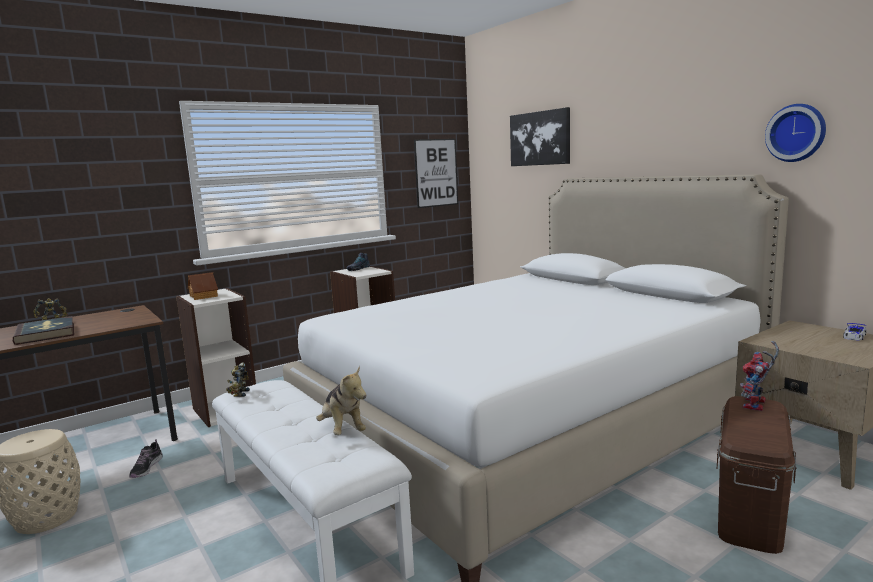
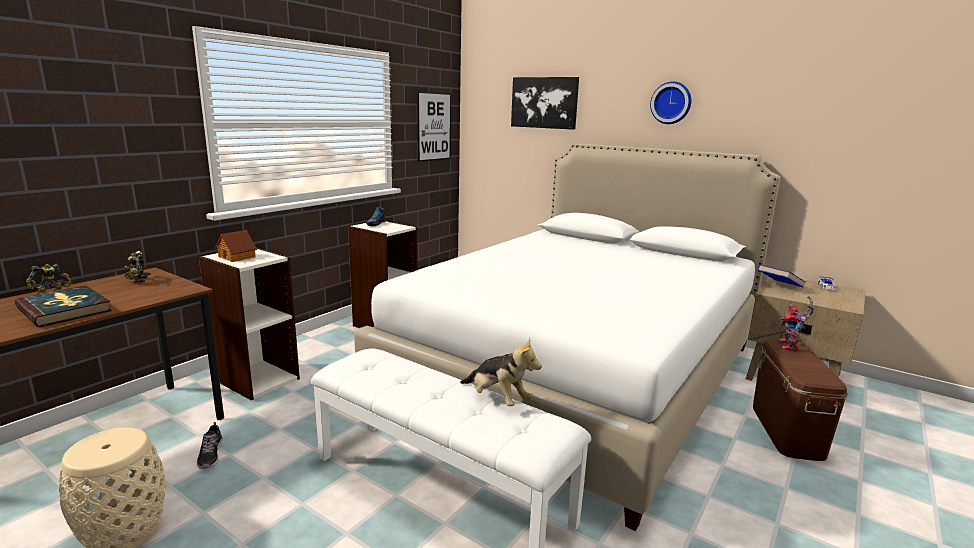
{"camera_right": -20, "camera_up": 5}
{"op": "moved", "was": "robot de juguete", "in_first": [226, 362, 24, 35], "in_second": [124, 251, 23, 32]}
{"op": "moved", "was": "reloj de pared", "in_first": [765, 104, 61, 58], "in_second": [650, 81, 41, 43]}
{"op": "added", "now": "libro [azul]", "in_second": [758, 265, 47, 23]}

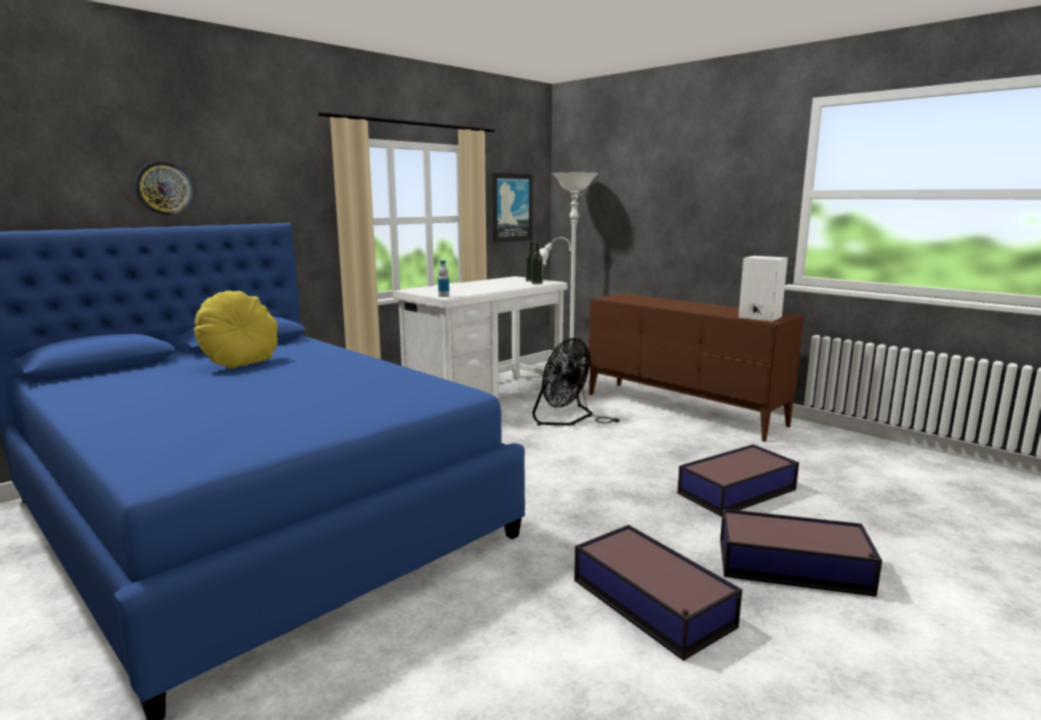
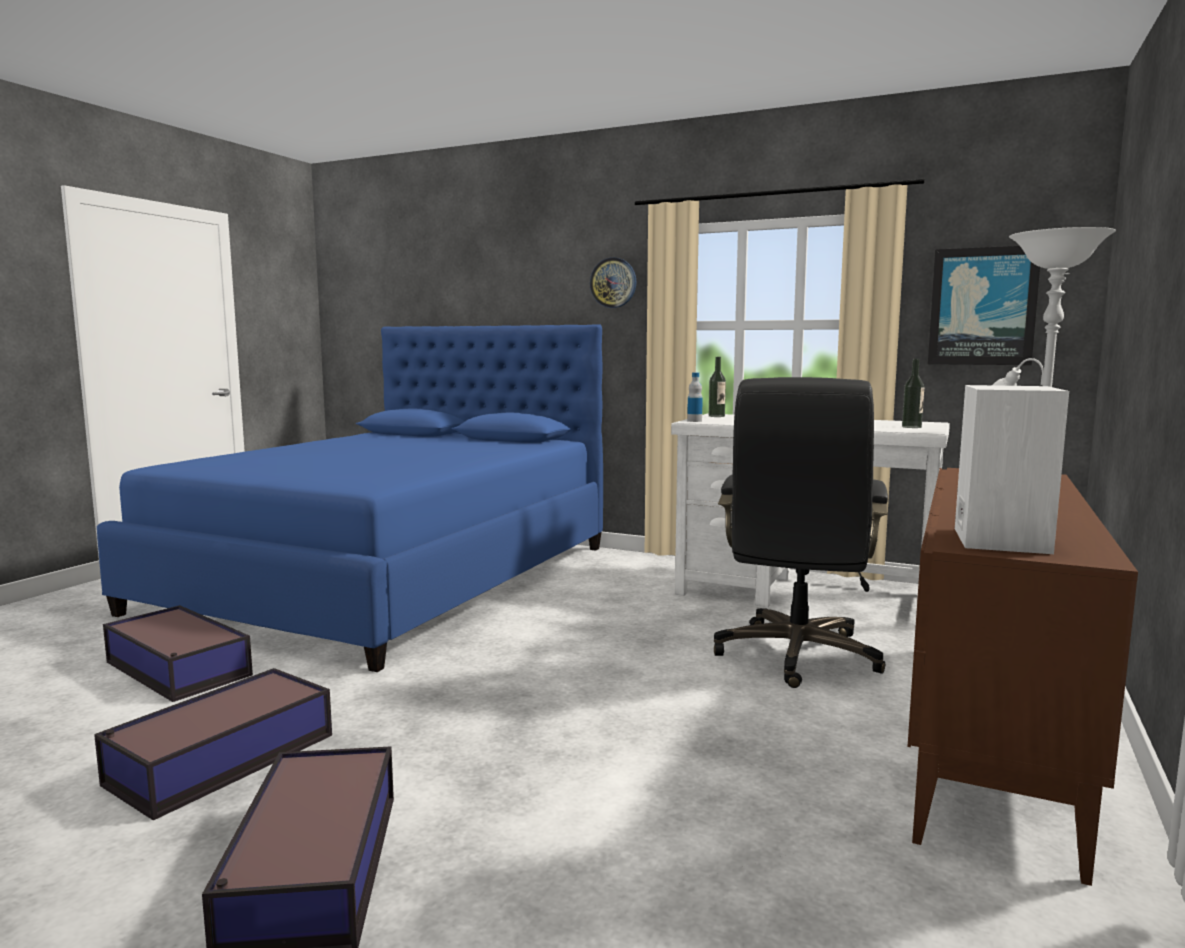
{"camera_right": 70, "camera_up": -5}
{"op": "moved", "was": "caja de almacenaje", "in_first": [677, 444, 122, 73], "in_second": [103, 605, 150, 97]}
{"op": "moved", "was": "reloj de pared", "in_first": [135, 162, 58, 53], "in_second": [590, 257, 46, 51]}
{"op": "moved", "was": "botella", "in_first": [532, 243, 11, 42], "in_second": [709, 357, 17, 60]}
{"op": "replaced", "was": "ventilador [negro]", "now": "silla de oficina [negro]", "in_first": [533, 338, 86, 88], "in_second": [714, 377, 174, 311]}
{"op": "removed", "was": "cojín [amarillo]", "in_first": [194, 291, 84, 78]}

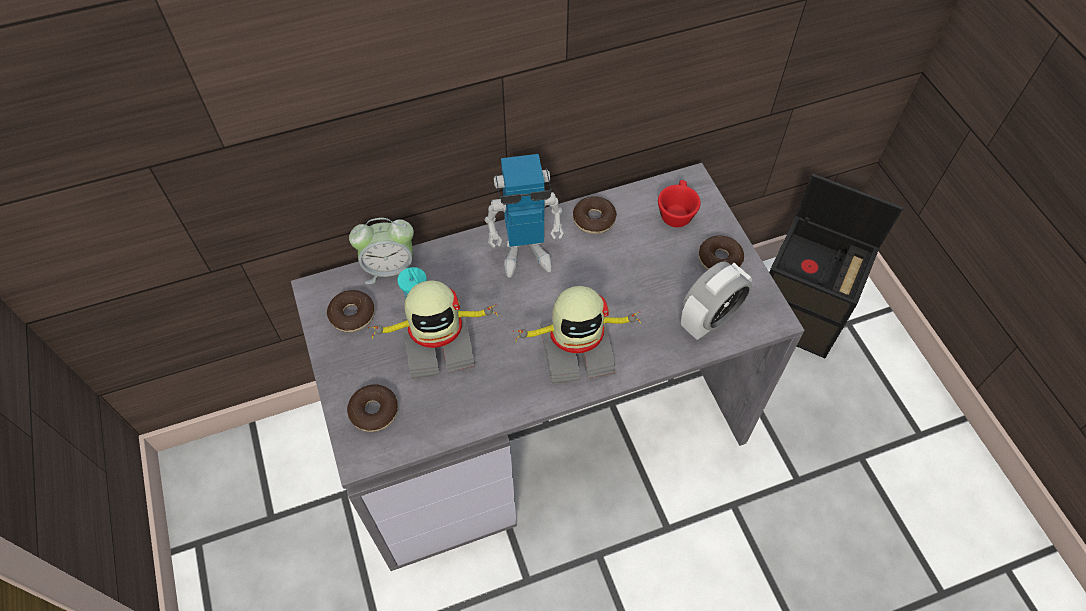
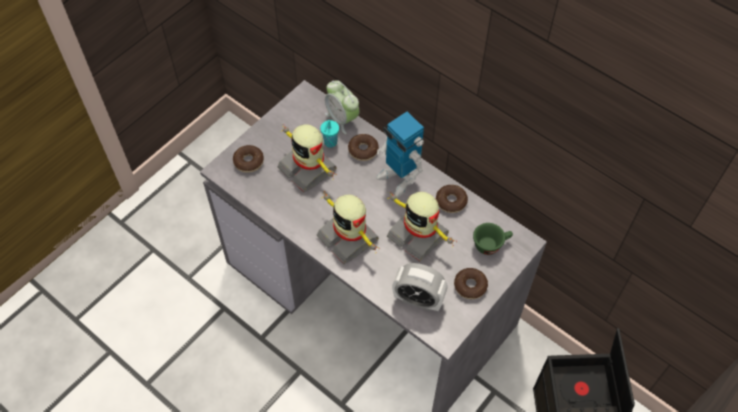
{"camera_right": 60, "camera_up": 0}
{"op": "moved", "was": "rosquilla", "in_first": [327, 290, 48, 43], "in_second": [348, 134, 31, 27]}
{"op": "added", "now": "robot de juguete", "in_second": [387, 191, 70, 71]}
{"op": "recoloured", "was": "taza [rojo]", "now": "taza [verde]", "in_first": [658, 180, 43, 47], "in_second": [473, 223, 40, 32]}

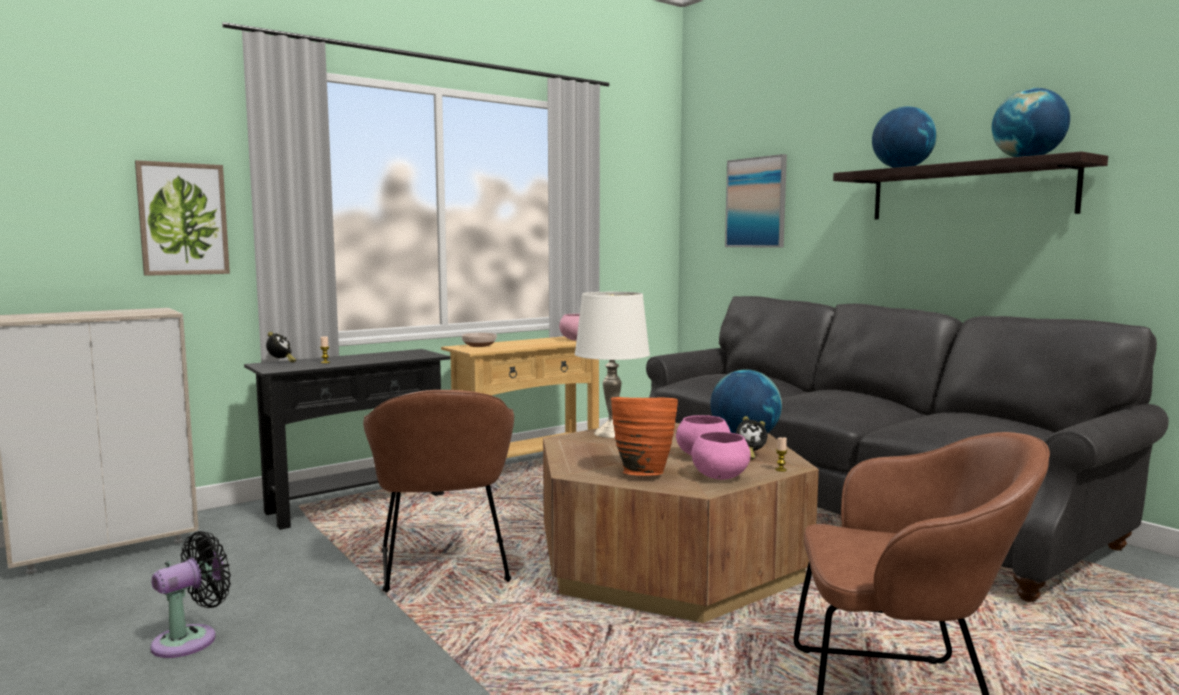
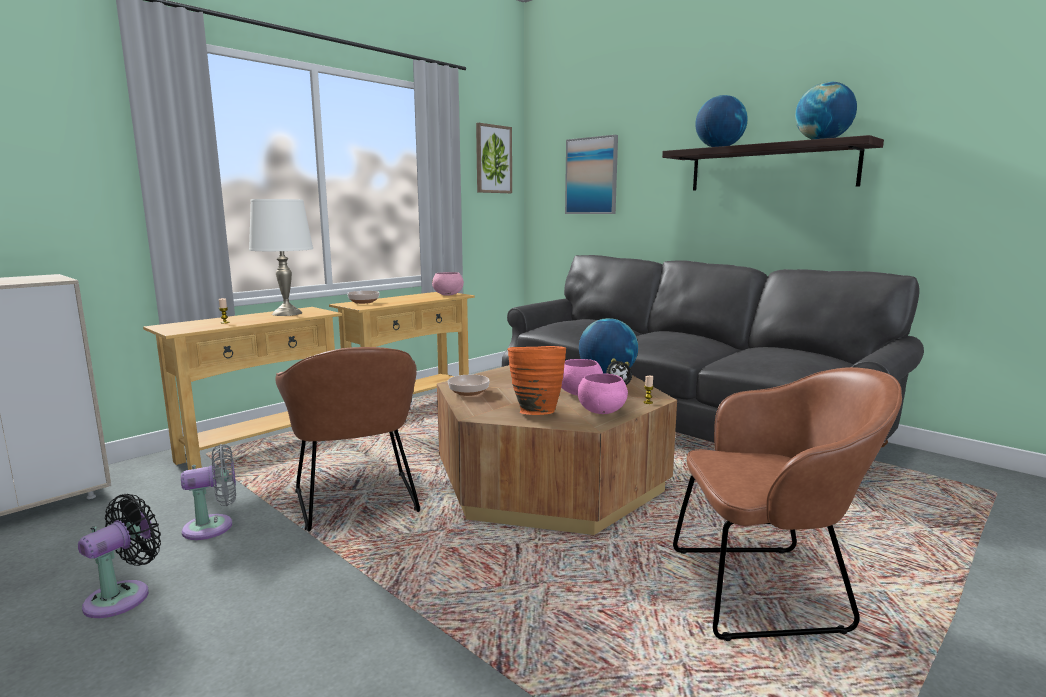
{"camera_right": -10, "camera_up": 5}
{"op": "recoloured", "was": "mesa consola [negro]", "now": "mesa consola [beis]", "in_first": [244, 349, 207, 181], "in_second": [143, 307, 199, 163]}
{"op": "added", "now": "ventilador [gris]", "in_second": [181, 444, 55, 96]}
{"op": "moved", "was": "lámpara de mesa [blanco]", "in_first": [575, 292, 75, 146], "in_second": [249, 199, 64, 117]}
{"op": "added", "now": "cuenco", "in_second": [448, 375, 42, 21]}
{"op": "moved", "was": "cuadro", "in_first": [135, 160, 95, 116], "in_second": [476, 123, 36, 70]}
{"op": "removed", "was": "despertador", "in_first": [266, 332, 30, 31]}

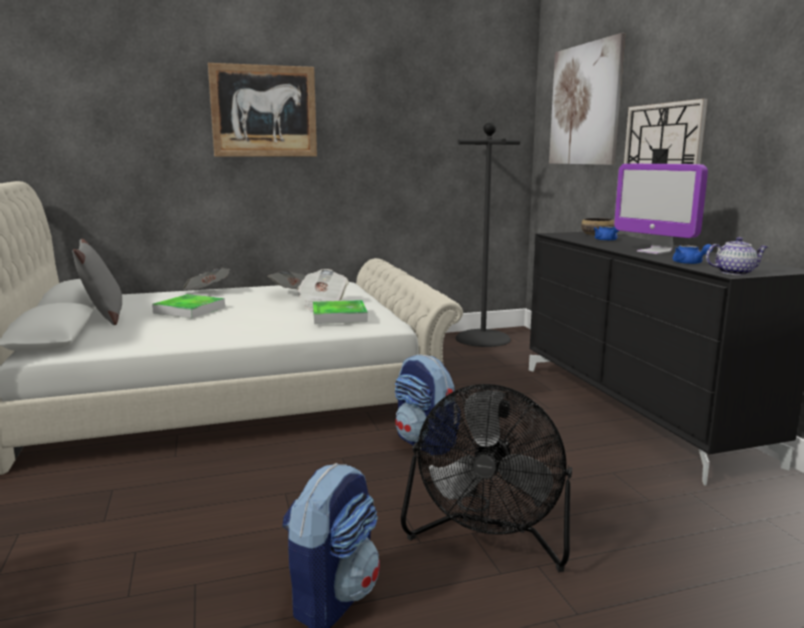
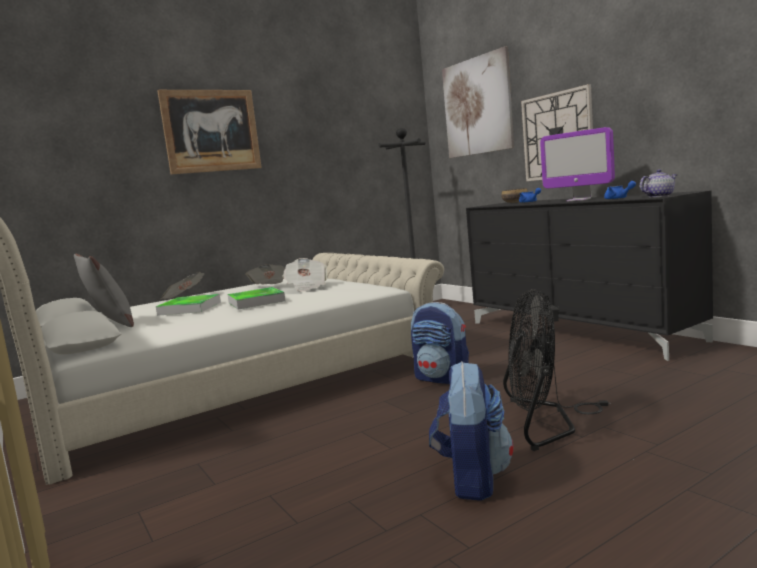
{"camera_right": -15, "camera_up": -5}
{"op": "moved", "was": "bandeja", "in_first": [313, 300, 55, 24], "in_second": [227, 287, 58, 23]}
{"op": "turned", "was": "ventilador [negro]", "in_first": [401, 384, 171, 188], "in_second": [503, 289, 108, 162], "clockwise": 90}

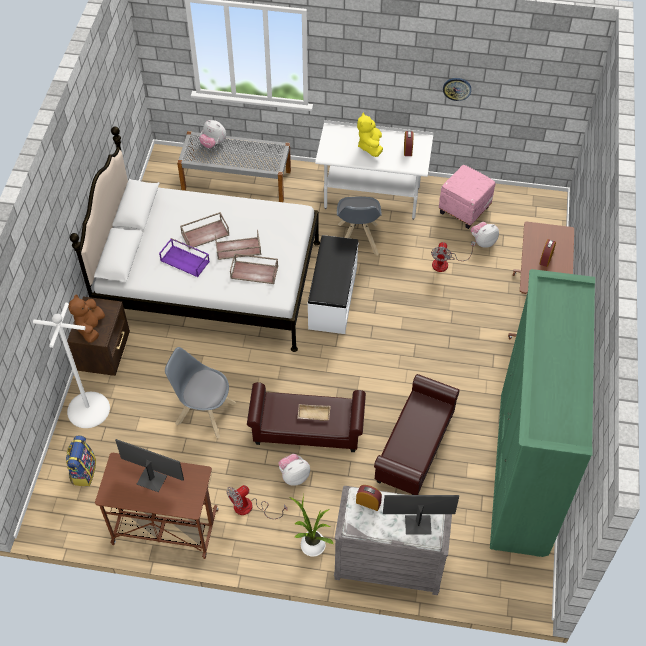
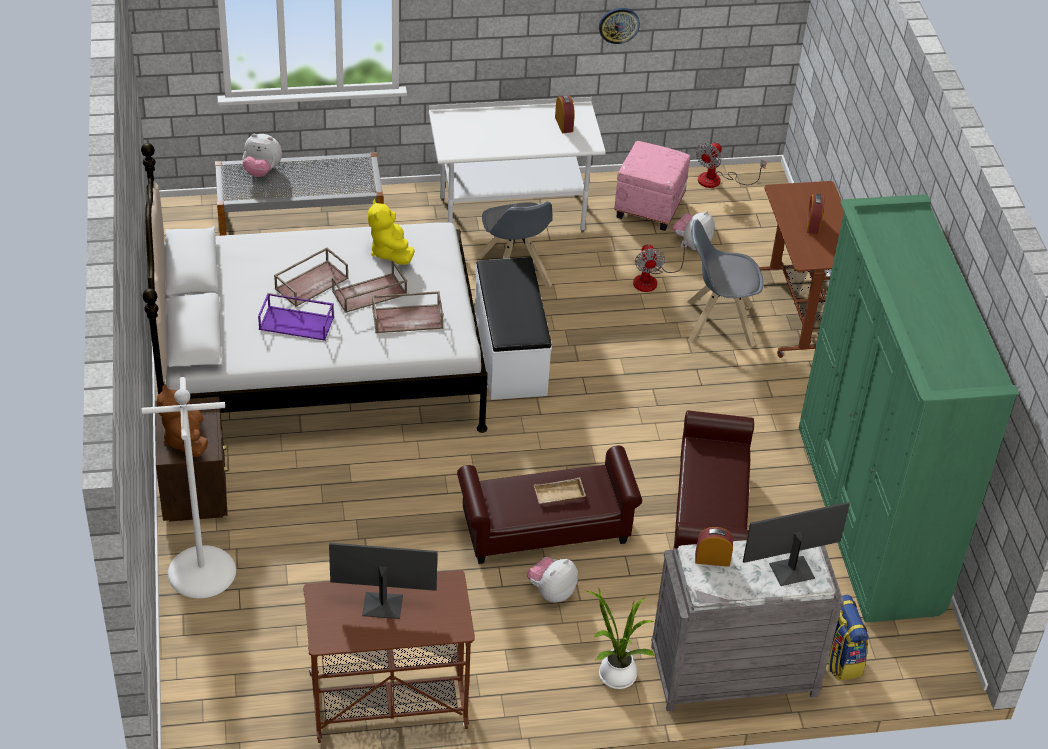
{"camera_right": -20, "camera_up": -10}
{"op": "moved", "was": "peluche [amarillo]", "in_first": [357, 112, 26, 45], "in_second": [368, 199, 47, 66]}
{"op": "moved", "was": "silla [gris]", "in_first": [165, 347, 71, 91], "in_second": [687, 219, 76, 128]}
{"op": "moved", "was": "ventilador", "in_first": [226, 485, 61, 34], "in_second": [696, 142, 71, 46]}
{"op": "moved", "was": "mochila", "in_first": [66, 435, 30, 51], "in_second": [829, 595, 40, 86]}

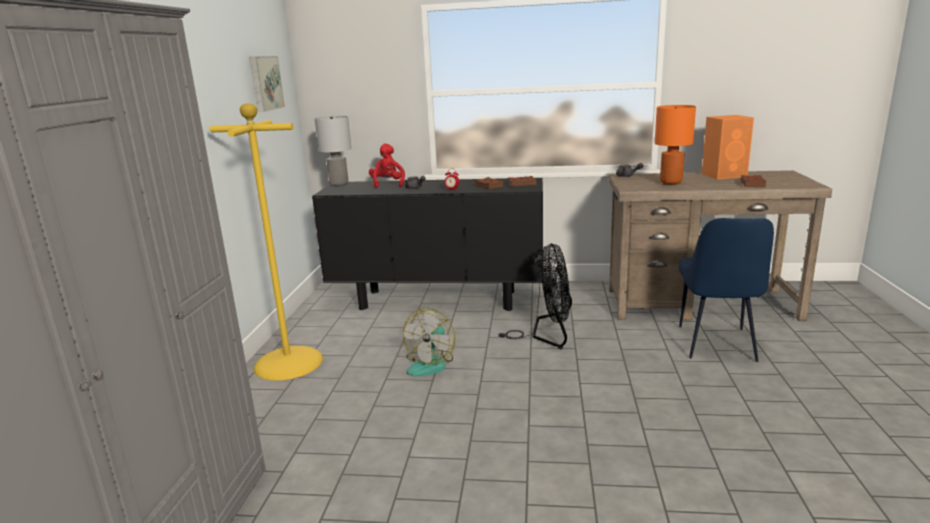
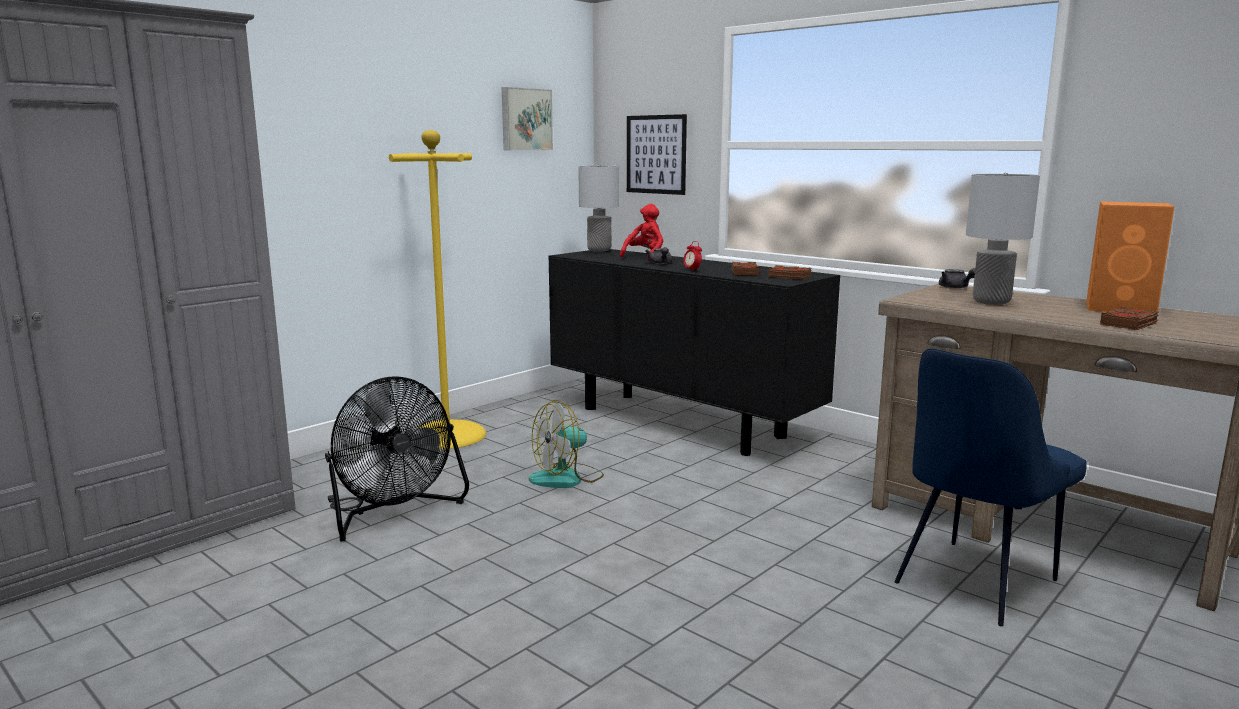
{"camera_right": 35, "camera_up": -5}
{"op": "moved", "was": "ventilador [negro]", "in_first": [498, 243, 74, 107], "in_second": [325, 376, 144, 166]}
{"op": "added", "now": "cuadro", "in_second": [627, 114, 60, 81]}
{"op": "recoloured", "was": "lámpara de mesa [naranja]", "now": "lámpara de mesa [gris]", "in_first": [655, 105, 41, 79], "in_second": [966, 173, 74, 132]}

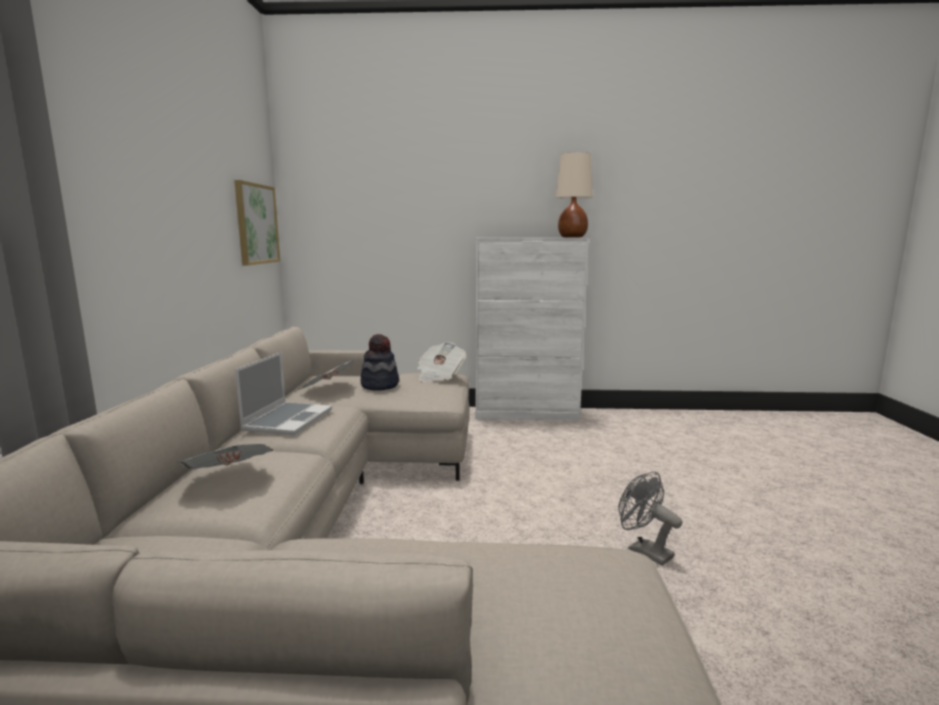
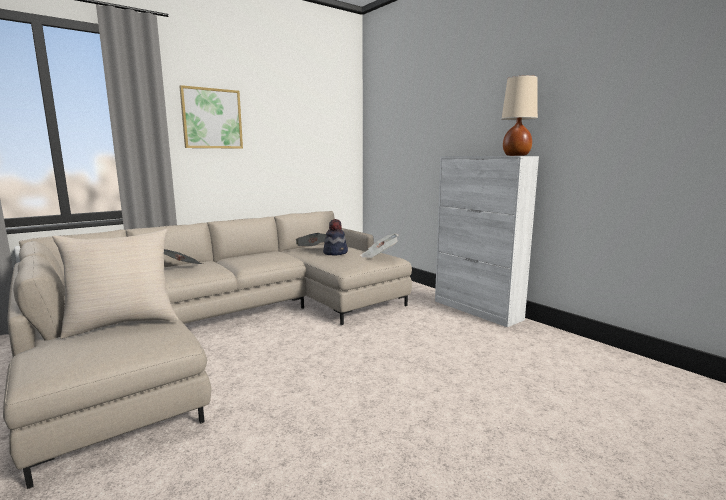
{"camera_right": 50, "camera_up": 0}
{"op": "added", "now": "cojín [beis]", "in_second": [52, 228, 126, 111]}
{"op": "moved", "was": "cuadro", "in_first": [234, 180, 46, 85], "in_second": [179, 85, 64, 64]}
{"op": "removed", "was": "portátil", "in_first": [235, 352, 97, 83]}
{"op": "removed", "was": "ventilador [gris]", "in_first": [618, 472, 64, 94]}

